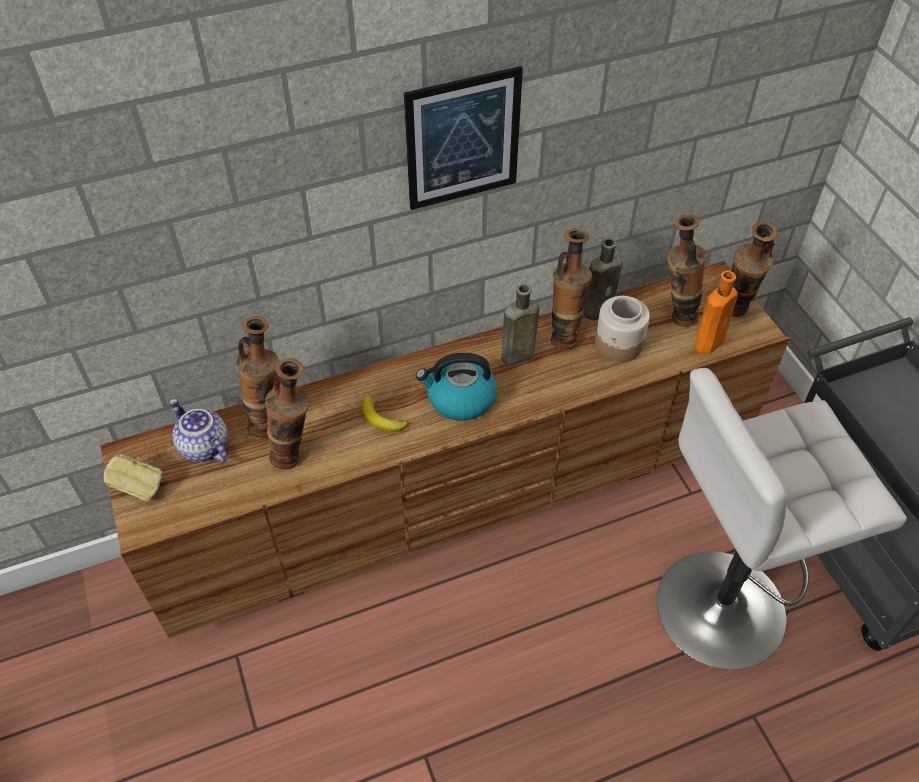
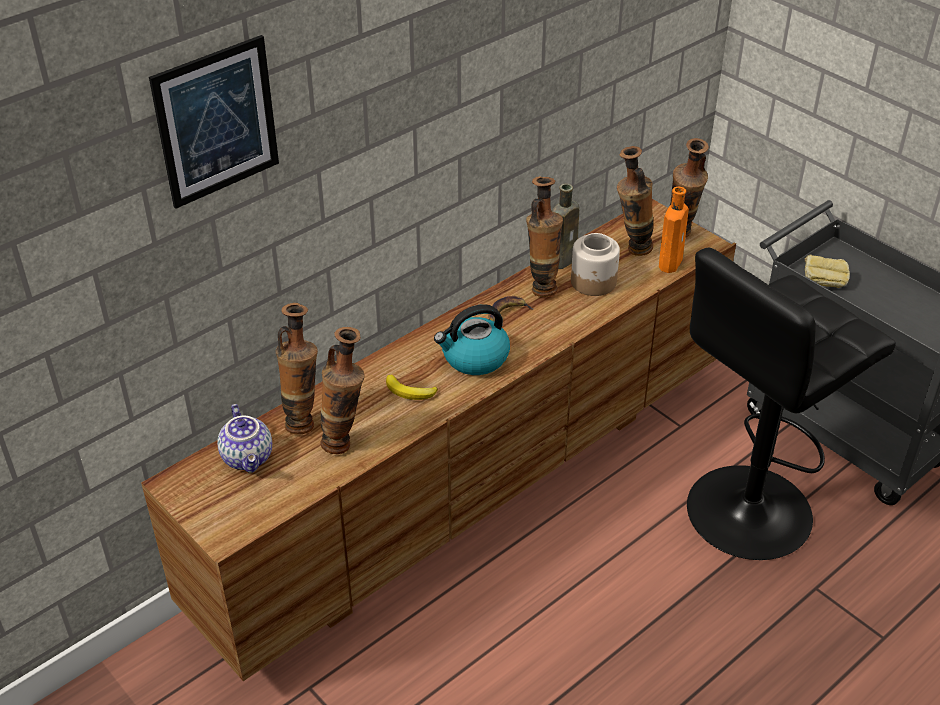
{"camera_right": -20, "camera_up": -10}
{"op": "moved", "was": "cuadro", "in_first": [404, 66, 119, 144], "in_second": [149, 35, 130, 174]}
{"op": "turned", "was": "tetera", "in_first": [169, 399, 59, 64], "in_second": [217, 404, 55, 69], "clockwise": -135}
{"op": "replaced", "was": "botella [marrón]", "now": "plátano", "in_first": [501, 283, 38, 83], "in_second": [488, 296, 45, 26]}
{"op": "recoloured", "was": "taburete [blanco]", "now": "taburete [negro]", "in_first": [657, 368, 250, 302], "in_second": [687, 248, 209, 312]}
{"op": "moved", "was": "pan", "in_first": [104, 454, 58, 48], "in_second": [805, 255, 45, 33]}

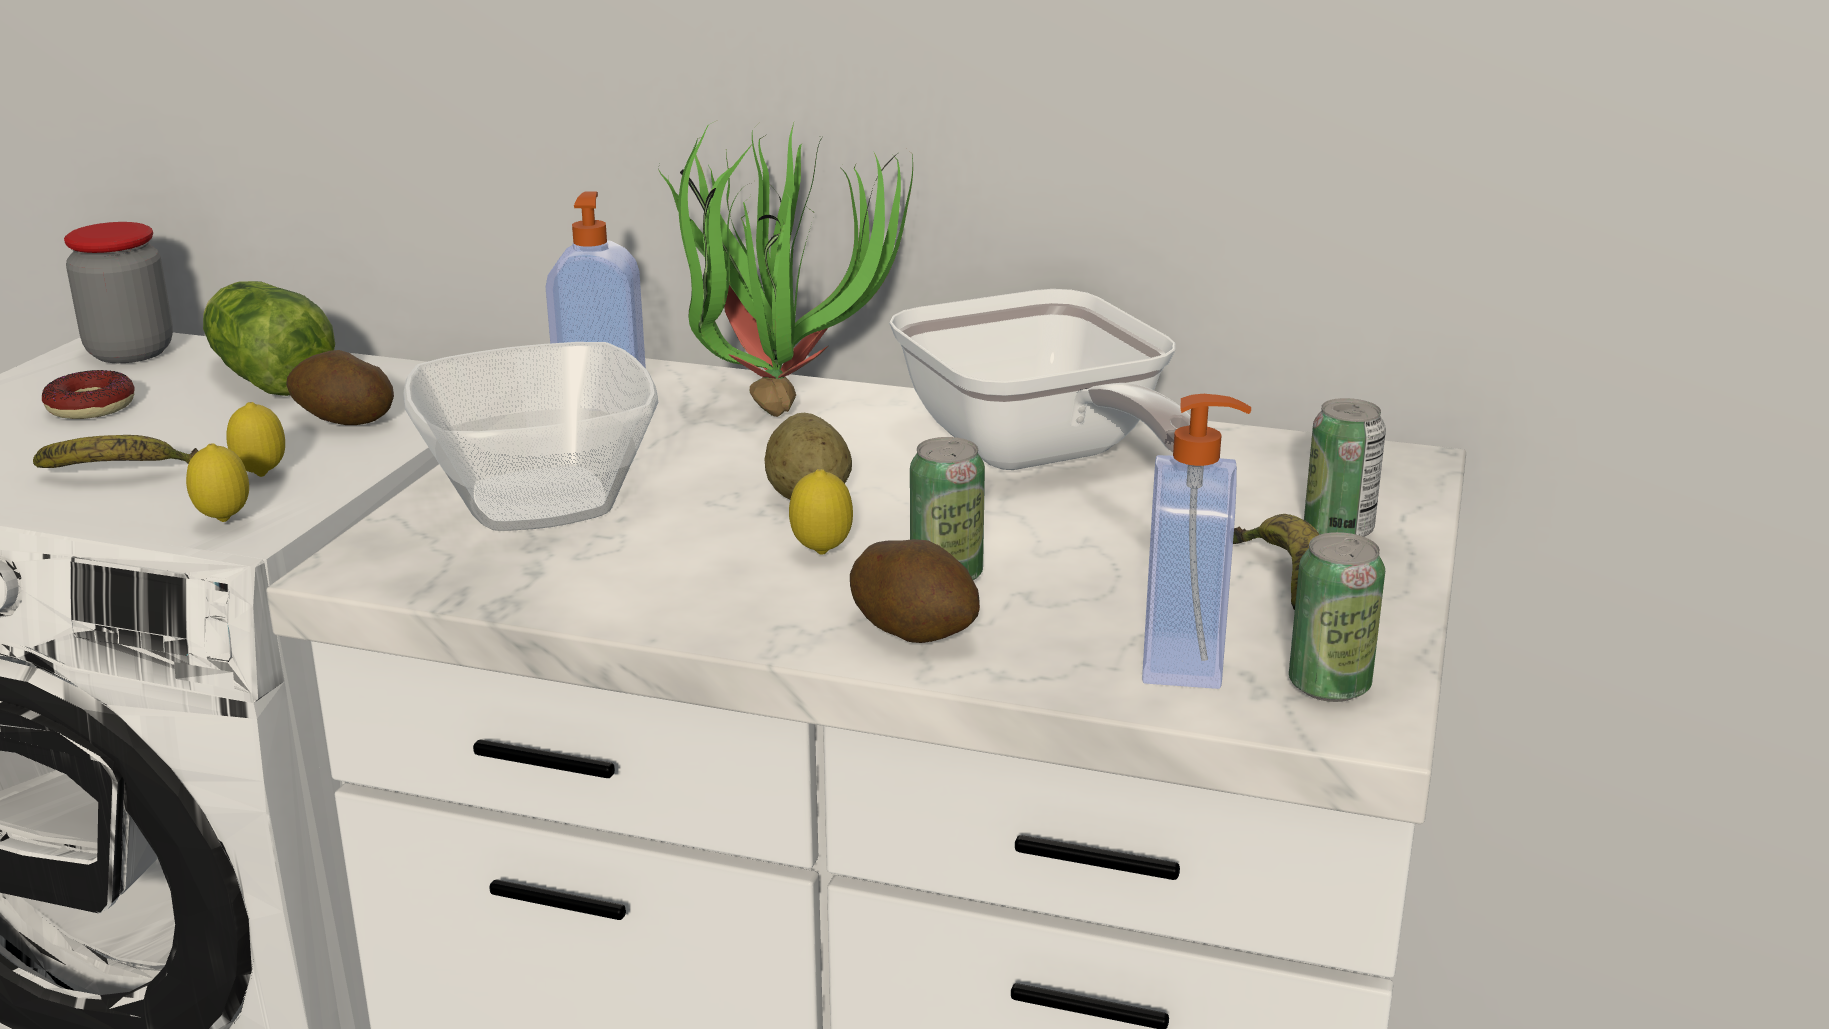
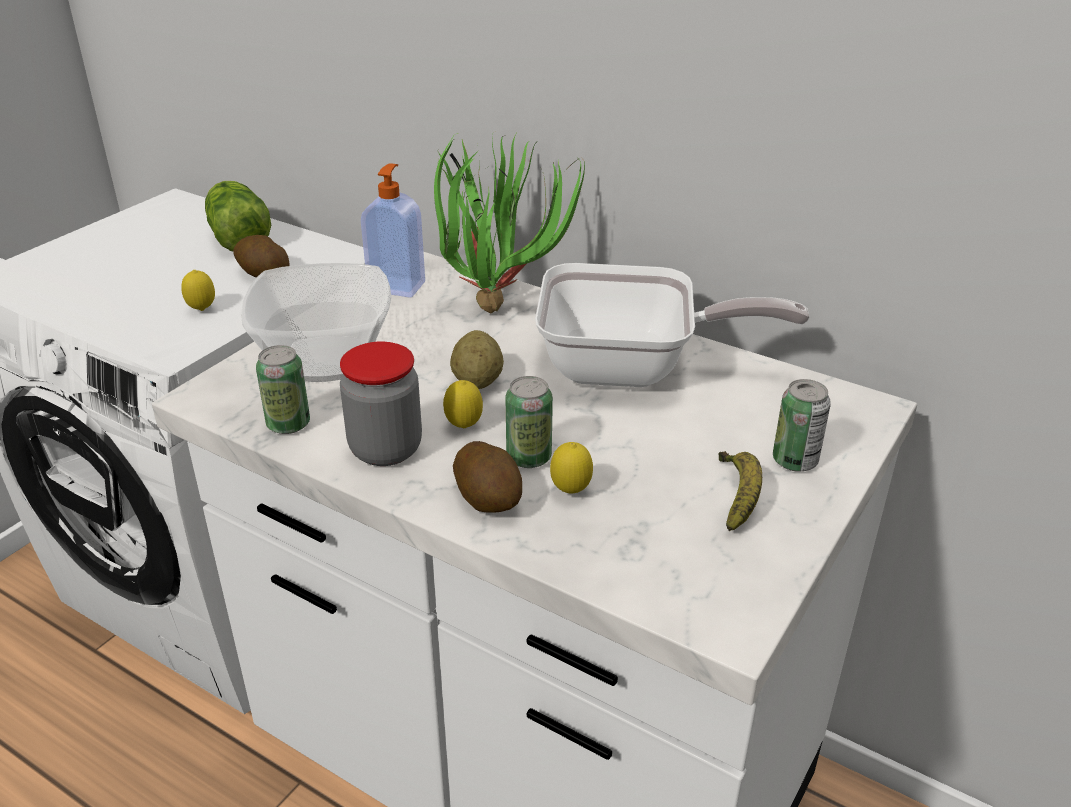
{"camera_right": 15, "camera_up": 10}
{"op": "moved", "was": "lata", "in_first": [1289, 532, 96, 170], "in_second": [256, 345, 54, 89]}
{"op": "moved", "was": "tarro", "in_first": [64, 222, 109, 141], "in_second": [340, 342, 82, 124]}
{"op": "turned", "was": "sartén", "in_first": [889, 289, 301, 181], "in_second": [535, 263, 275, 124], "clockwise": -75}
{"op": "moved", "was": "limón", "in_first": [186, 443, 63, 79], "in_second": [550, 442, 43, 51]}
{"op": "removed", "was": "plátano", "in_first": [33, 435, 165, 33]}
{"op": "removed", "was": "rosquilla", "in_first": [42, 370, 93, 49]}
{"op": "removed", "was": "dispensador de jabón", "in_first": [1142, 394, 109, 295]}

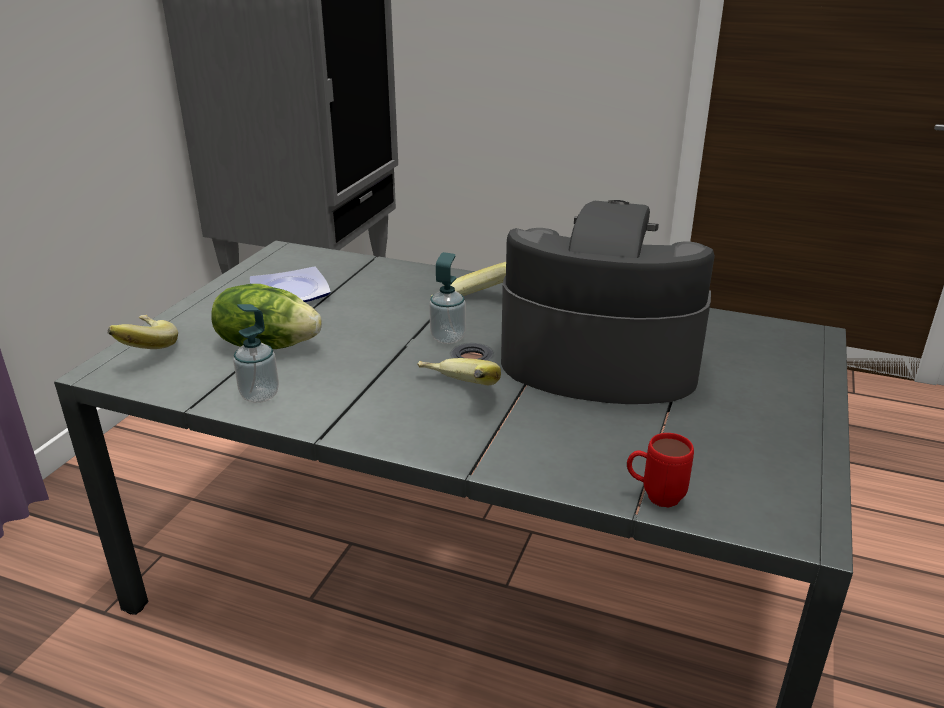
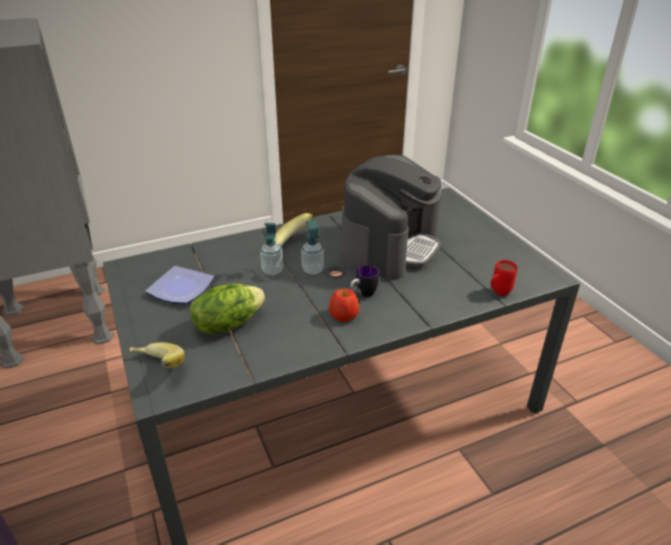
{"camera_right": -45, "camera_up": 5}
{"op": "moved", "was": "dispensador de jabón", "in_first": [233, 304, 46, 99], "in_second": [260, 223, 23, 52]}
{"op": "added", "now": "manzana", "in_second": [329, 289, 30, 33]}
{"op": "turned", "was": "cafetera", "in_first": [501, 200, 214, 204], "in_second": [341, 155, 101, 125], "clockwise": 150}
{"op": "replaced", "was": "plátano", "now": "taza grande", "in_first": [417, 358, 84, 27], "in_second": [350, 265, 29, 32]}

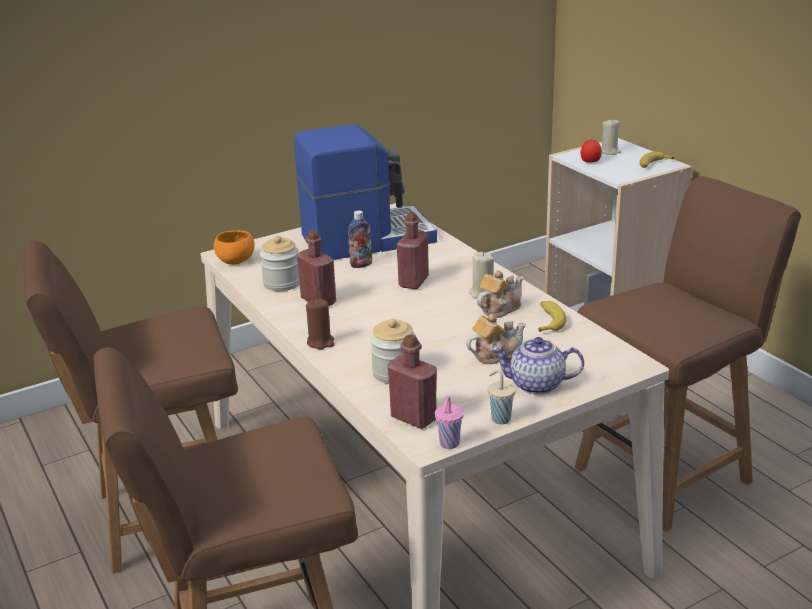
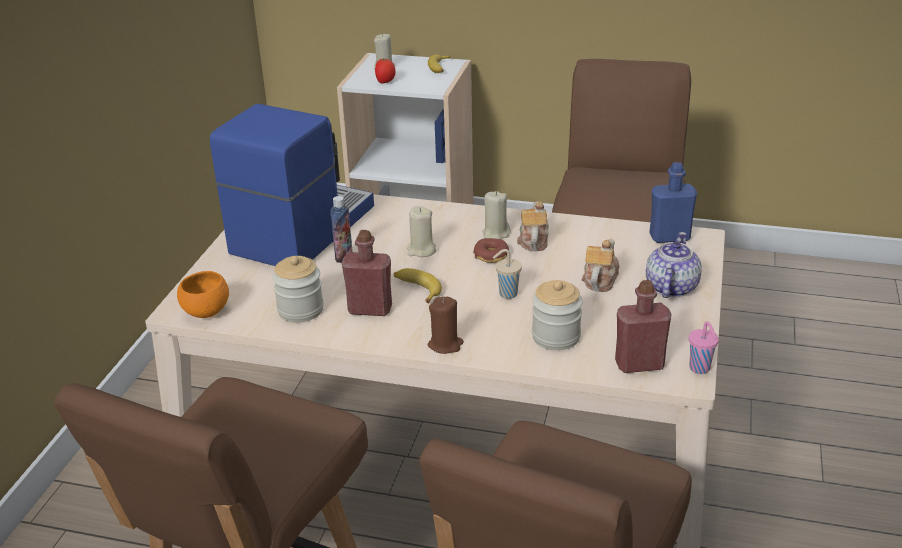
{"camera_right": -45, "camera_up": 5}
{"op": "moved", "was": "plátano", "in_first": [539, 301, 27, 31], "in_second": [394, 268, 48, 35]}
{"op": "replaced", "was": "botella [rojo]", "now": "vela [beis]", "in_first": [397, 212, 32, 77], "in_second": [407, 206, 29, 51]}
{"op": "added", "now": "rosquilla", "in_second": [473, 238, 36, 25]}
{"op": "moved", "was": "taza [beis]", "in_first": [488, 369, 28, 55], "in_second": [493, 249, 29, 50]}
{"op": "turned", "was": "tetera", "in_first": [492, 337, 92, 58], "in_second": [646, 232, 56, 66], "clockwise": 150}
{"op": "added", "now": "botella [azul]", "in_second": [649, 162, 48, 81]}

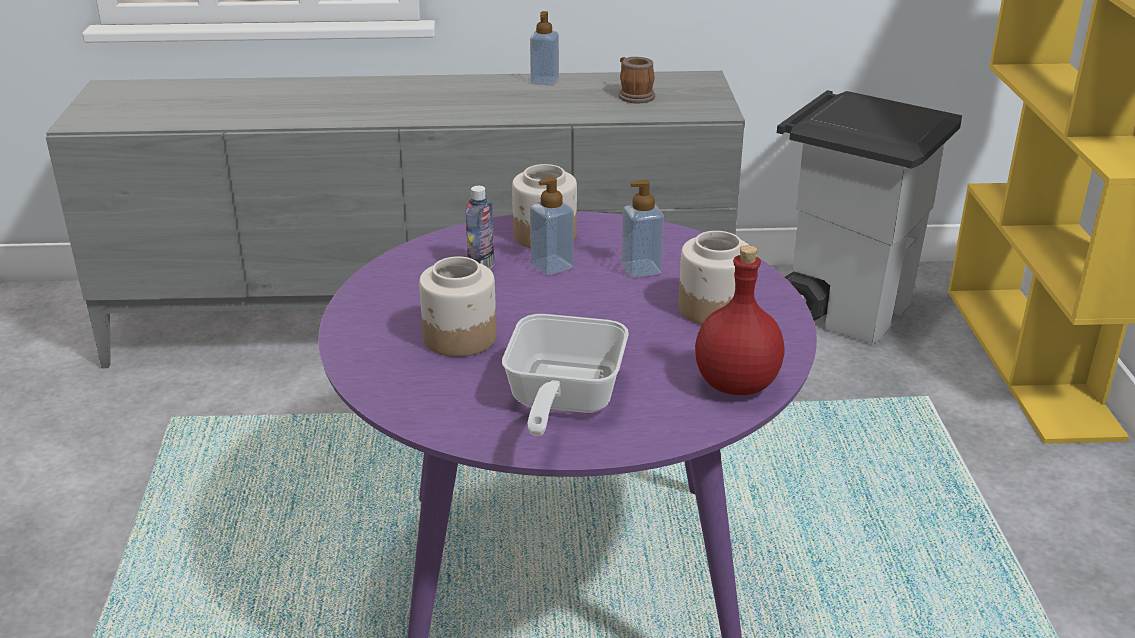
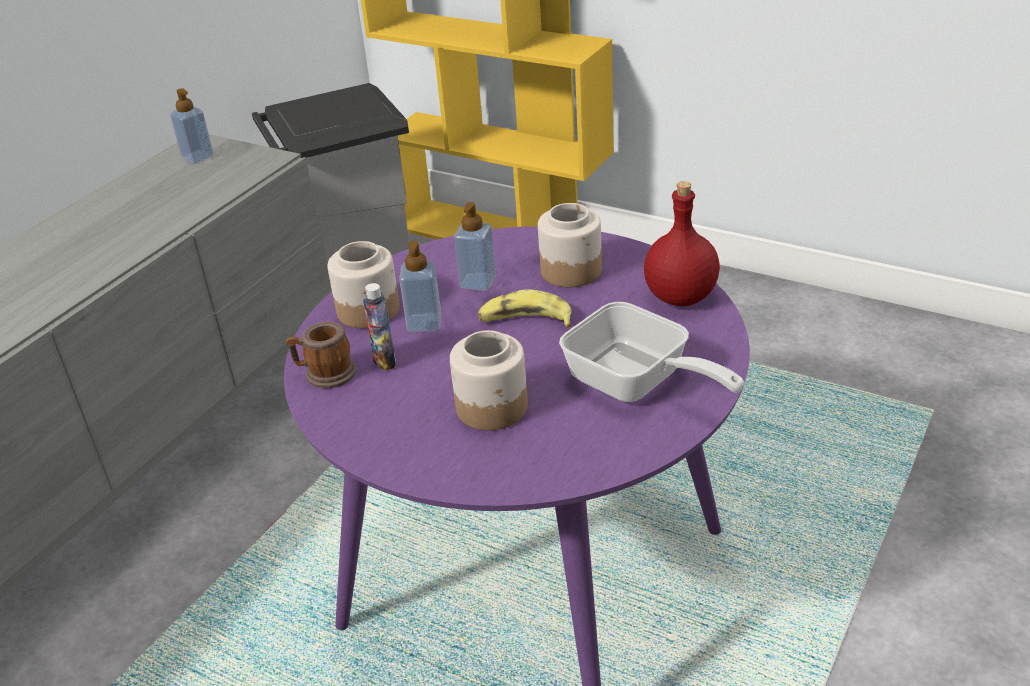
{"camera_right": -55, "camera_up": 5}
{"op": "moved", "was": "dispensador de jabón", "in_first": [530, 11, 29, 75], "in_second": [170, 88, 44, 76]}
{"op": "moved", "was": "taza grande", "in_first": [618, 57, 37, 47], "in_second": [286, 321, 70, 67]}
{"op": "added", "now": "plátano", "in_second": [478, 289, 94, 39]}

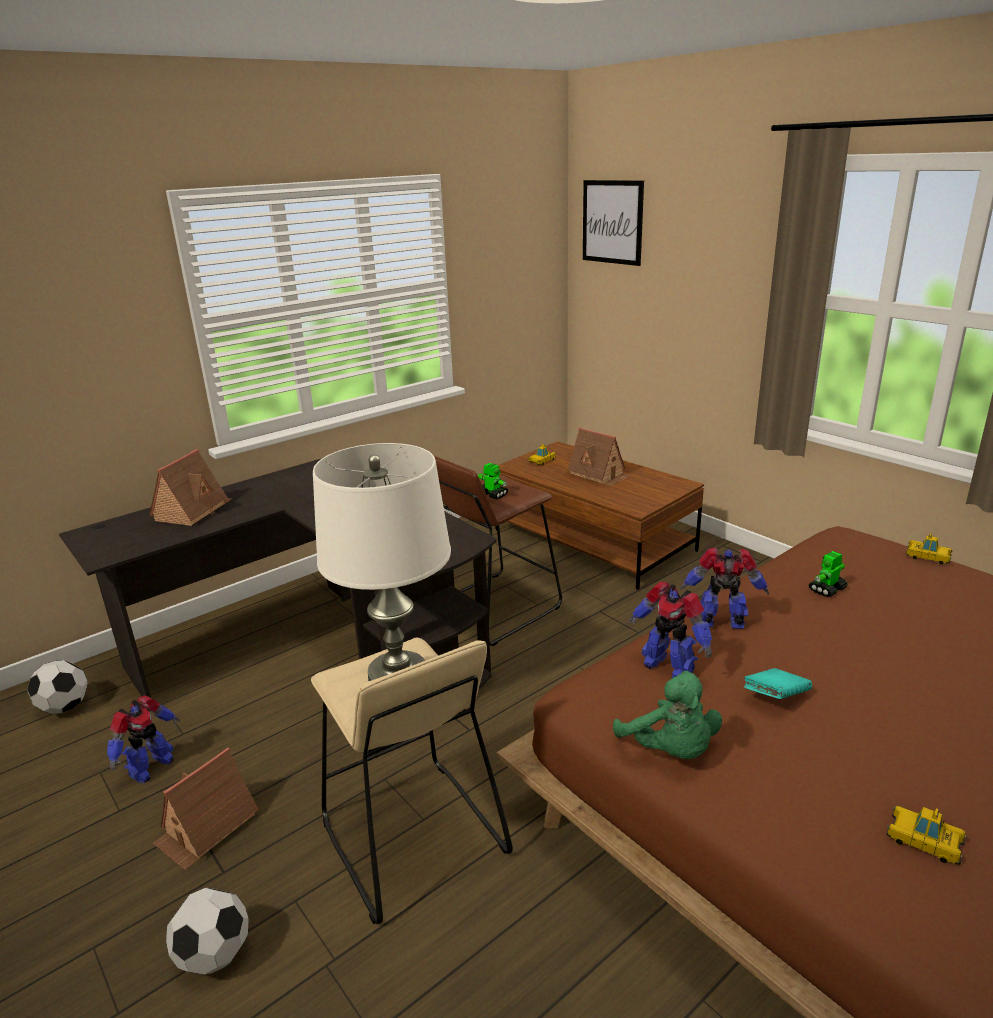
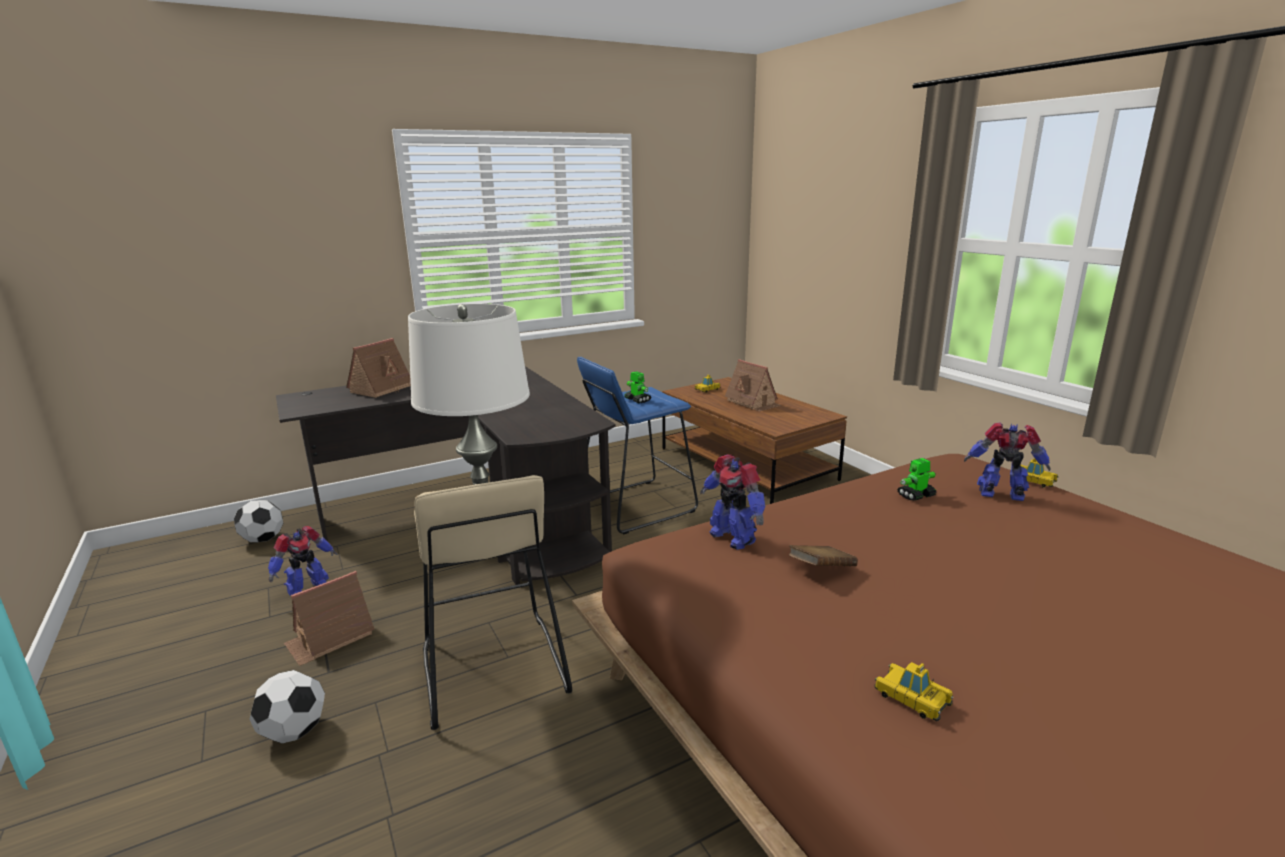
{"camera_right": 10, "camera_up": -5}
{"op": "recoloured", "was": "taburete [marrón]", "now": "taburete [azul]", "in_first": [434, 456, 128, 190], "in_second": [577, 357, 121, 177]}
{"op": "recoloured", "was": "libro [turquesa]", "now": "libro [marrón]", "in_first": [744, 668, 68, 31], "in_second": [789, 545, 69, 21]}
{"op": "moved", "was": "robot de juguete", "in_first": [680, 548, 89, 81], "in_second": [964, 423, 87, 78]}
{"op": "removed", "was": "cuadro", "in_first": [583, 180, 61, 86]}
{"op": "removed", "was": "peluche [verde]", "in_first": [613, 671, 109, 88]}

